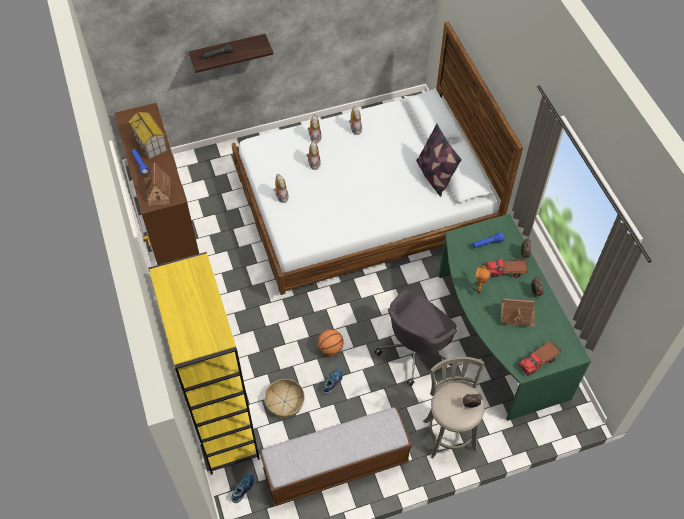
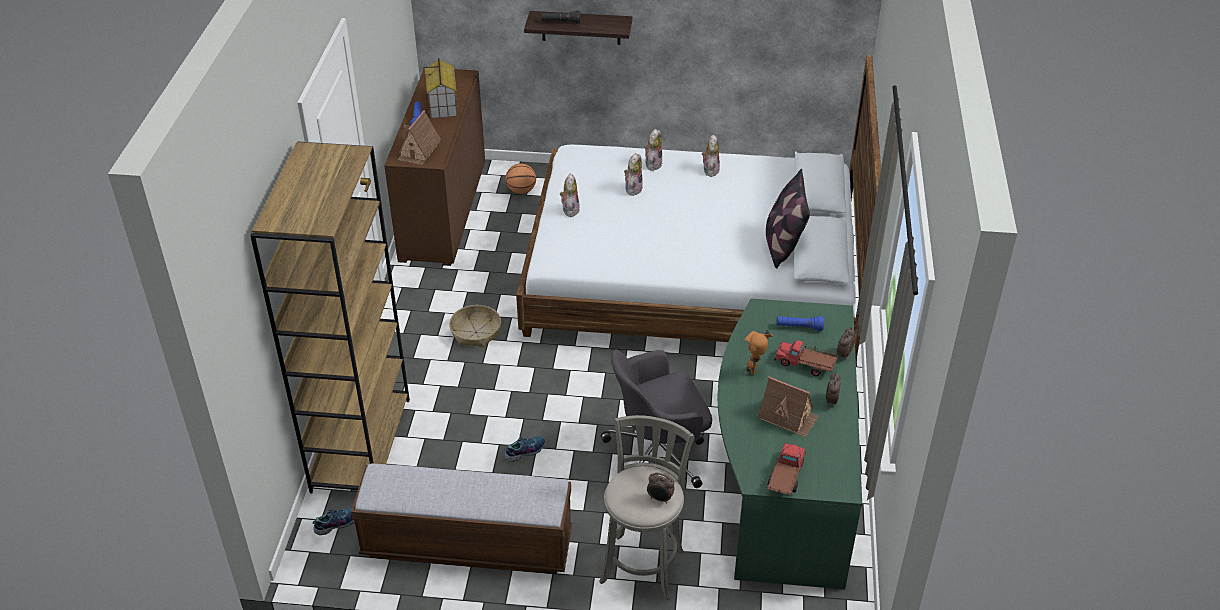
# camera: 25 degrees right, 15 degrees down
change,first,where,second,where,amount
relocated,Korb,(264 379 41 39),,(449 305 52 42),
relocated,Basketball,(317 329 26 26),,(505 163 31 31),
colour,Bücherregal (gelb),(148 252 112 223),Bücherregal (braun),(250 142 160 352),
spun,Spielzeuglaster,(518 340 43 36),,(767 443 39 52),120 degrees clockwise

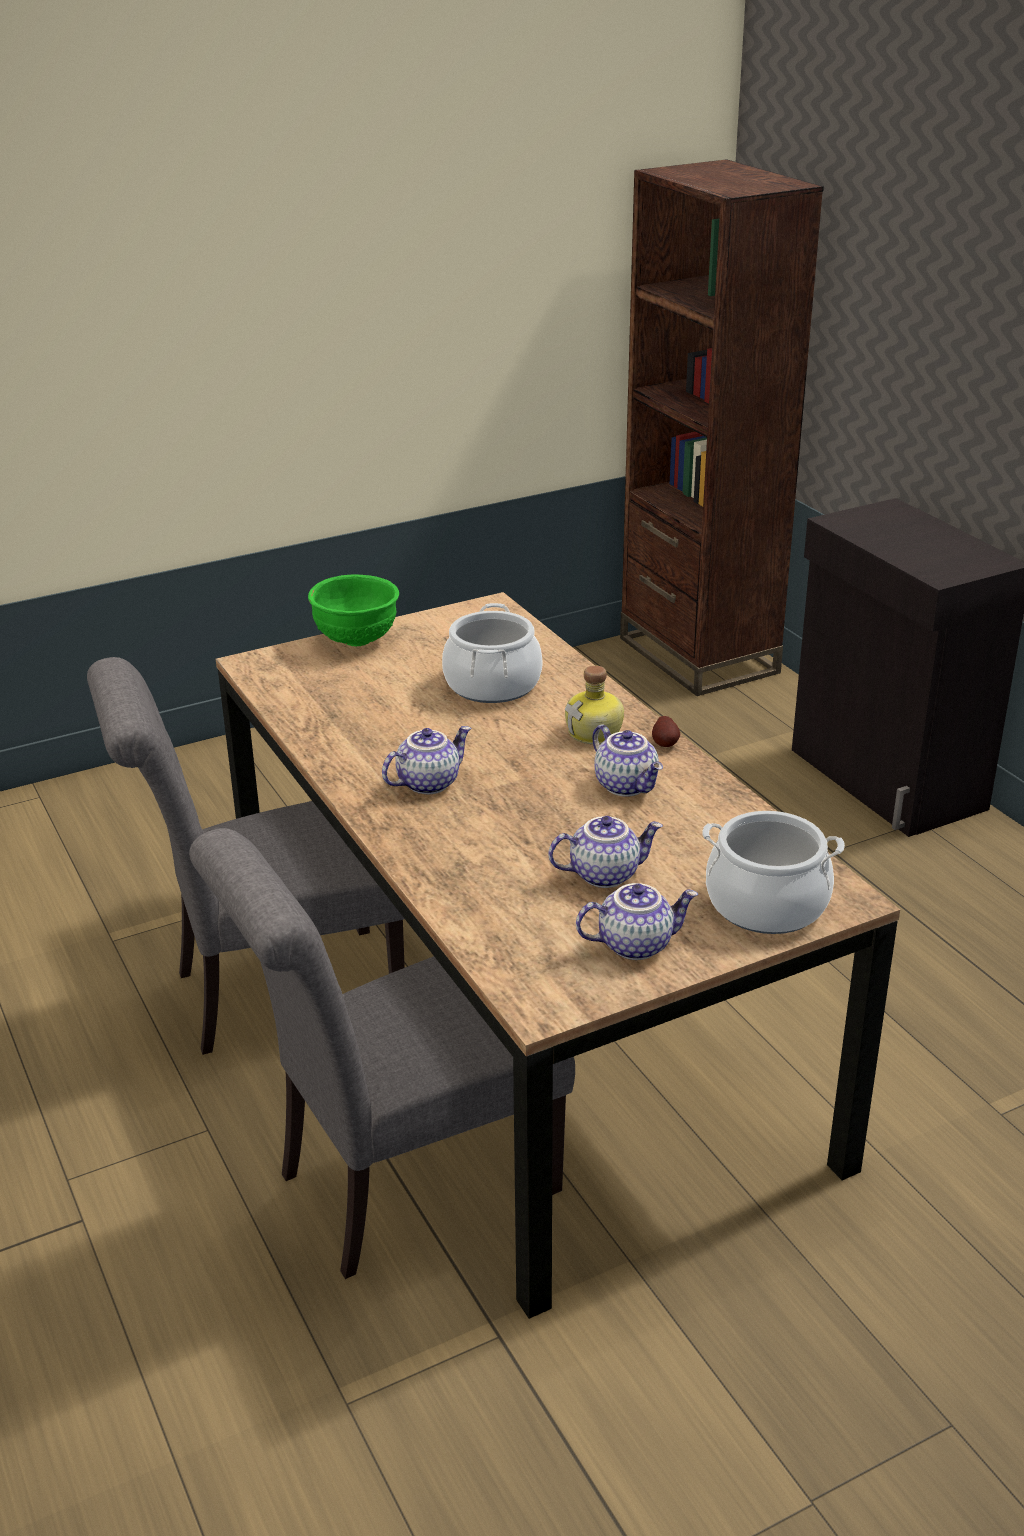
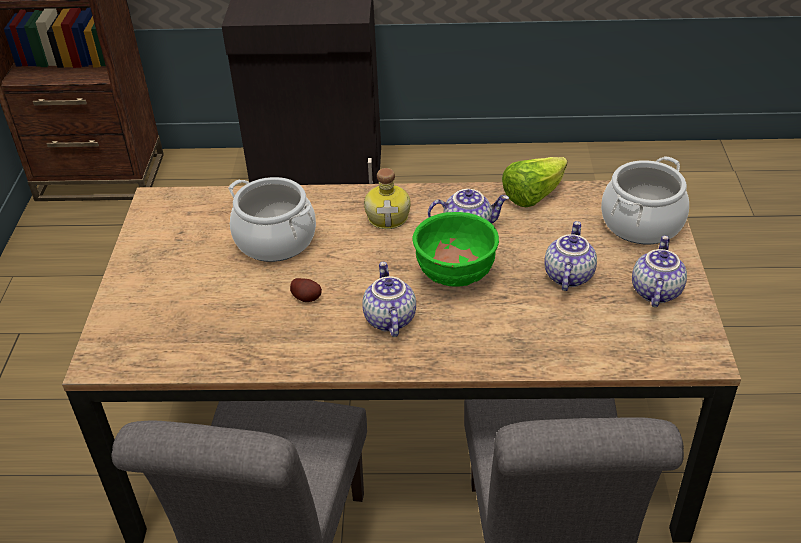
# camera: 60 degrees left, 10 degrees up
change,first,where,second,where,amount
appeared,,,Salatkopf,(502 157 66 50),
relocated,Schüssel (grün),(308 575 91 71),,(413 212 86 75),
relocated,Kartoffel,(652 716 28 31),,(290 278 32 24),

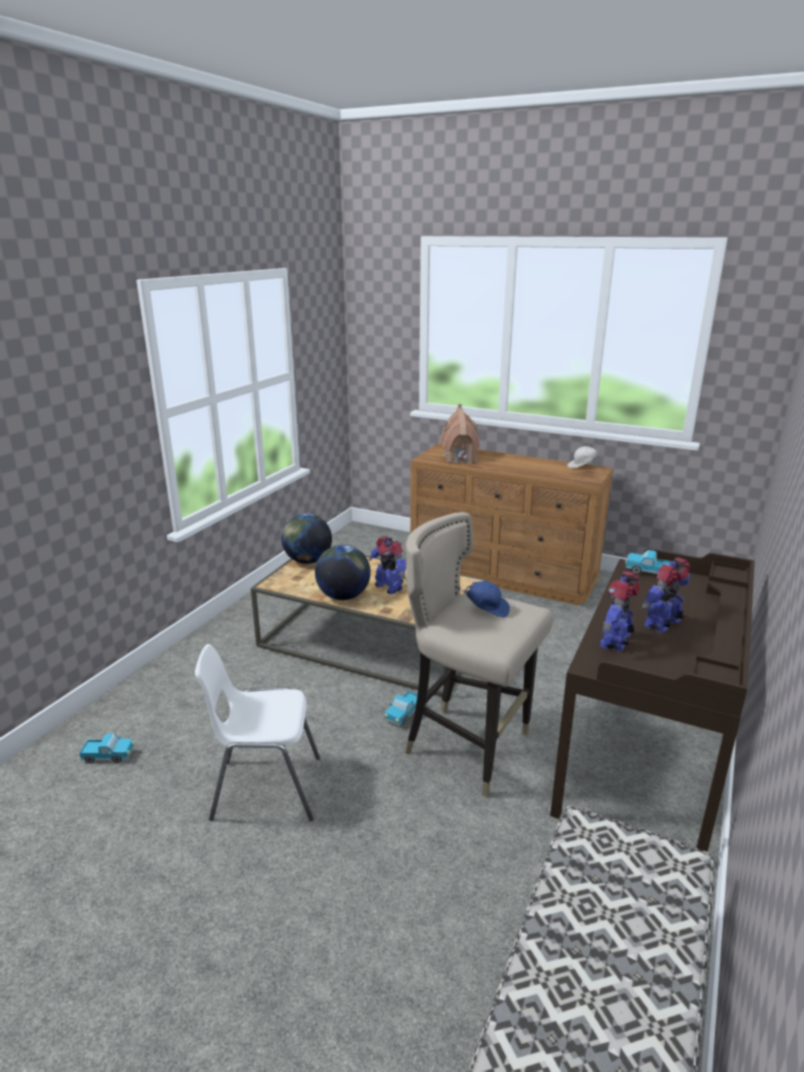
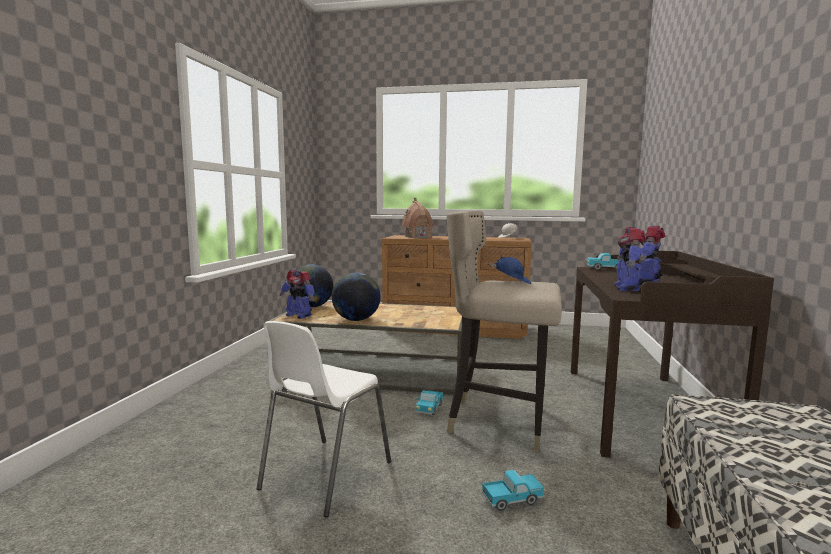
# camera: 15 degrees left, 15 degrees down
change,first,where,second,where,amount
relocated,Spielzeuglaster,(79 733 56 31),,(482 470 63 41),
relocated,Spielzeugroboter,(369 536 37 58),,(280 270 34 49),
spun,Stuhl (weiß),(195 644 125 177),,(257 321 134 196),45 degrees counterclockwise

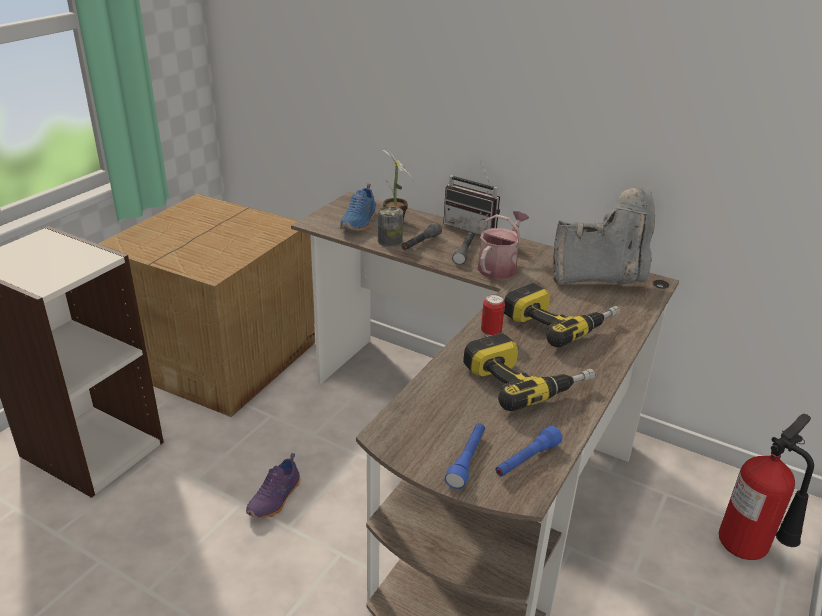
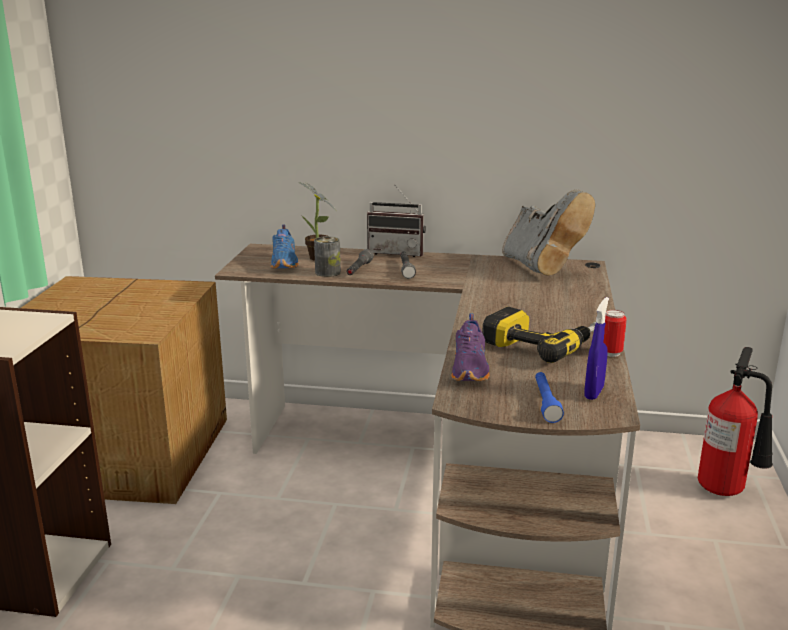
# camera: 20 degrees left, 10 degrees down
change,first,where,second,where,amount
missing,Gießkanne,(477 211 52 68),,,
missing,Bohrmaschine,(504 283 116 64),,,
relocated,Schuh (lila),(246 453 54 65),,(451 314 39 67),
relocated,Dose,(481 295 24 42),,(603 310 24 47),
exchanged,Taschenlampe (blau),(496 426 66 51),Sprühflasche (blau),(584 297 25 103),
spun,Stiefel (grau),(553 188 102 97),,(502 190 93 86),90 degrees clockwise

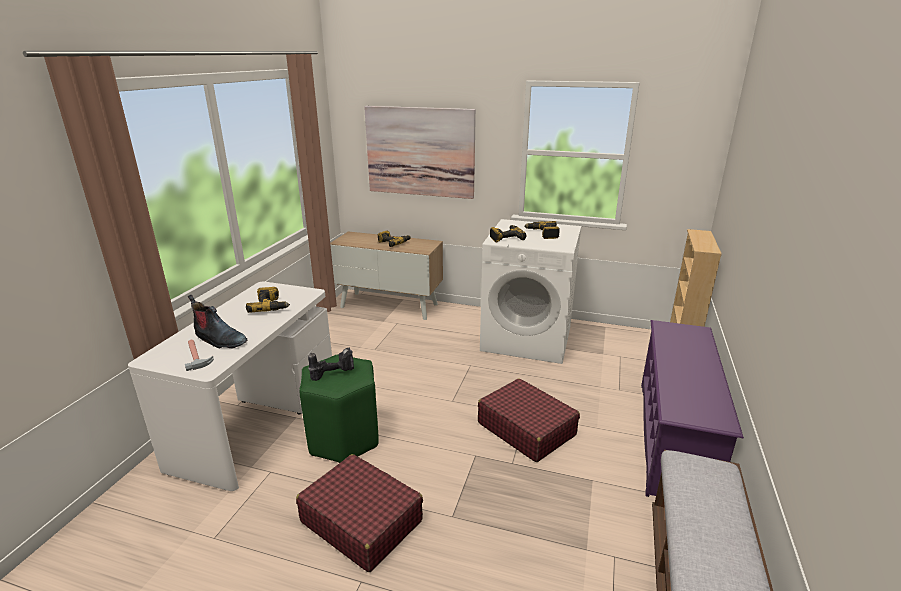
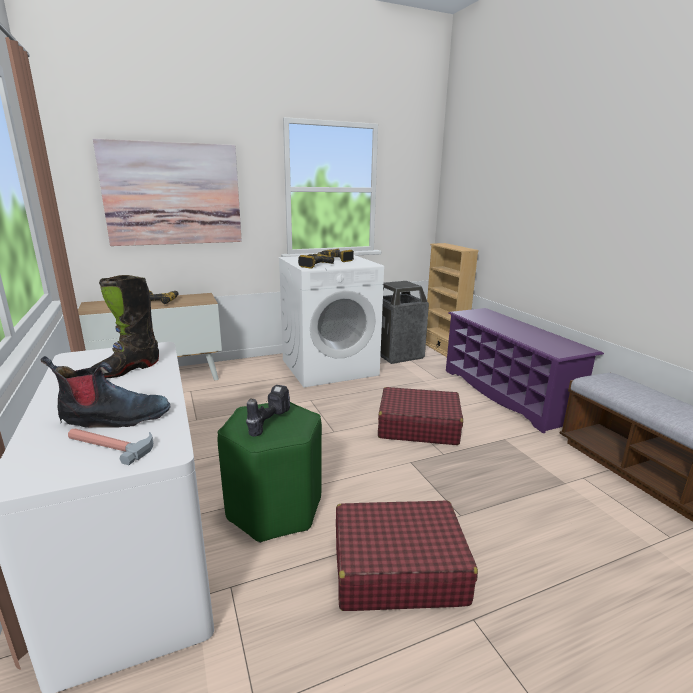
# camera: 40 degrees left, 5 degrees down
change,first,where,second,where,amount
appeared,,,Mülleimer,(380 281 49 83),
exchanged,Bohrmaschine,(246 287 44 26),Stiefel (schwarz),(91 275 68 103),

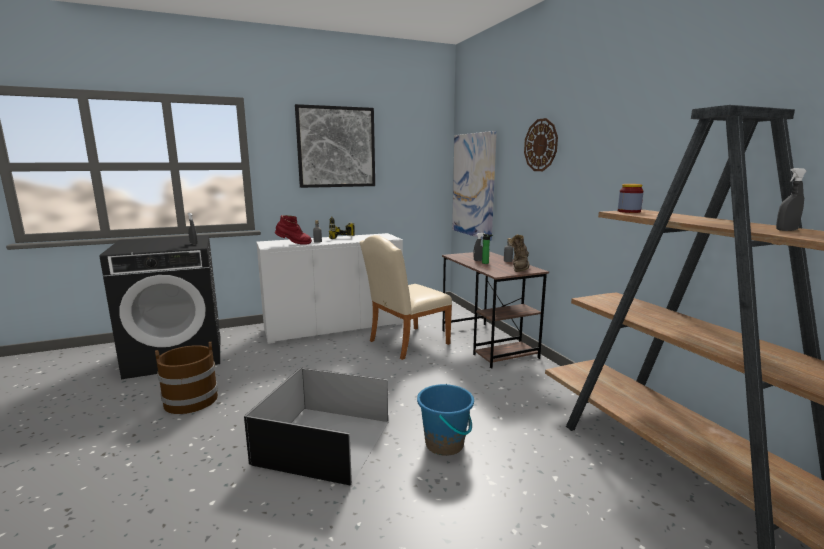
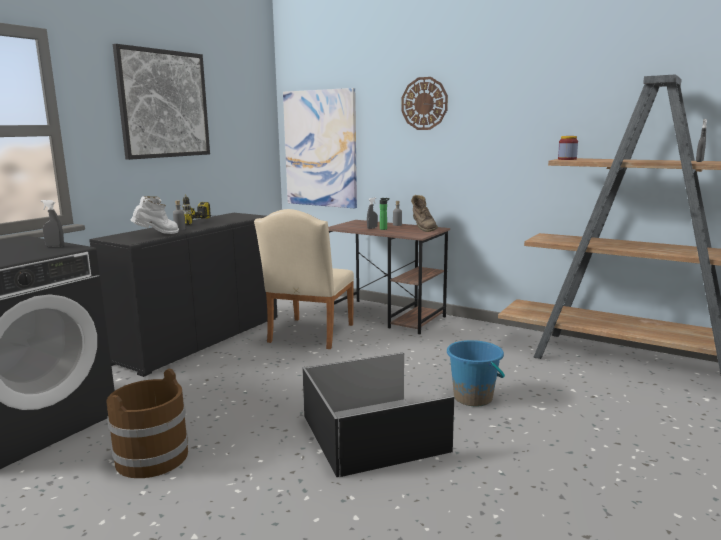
# camera: 35 degrees left, 0 degrees up
change,first,where,second,where,amount
colour,Schrank (weiß),(256 233 147 111),Schrank (schwarz),(89 213 188 164),
colour,Stiefel (rot),(275 215 37 30),Stiefel (weiß),(131 196 48 38),

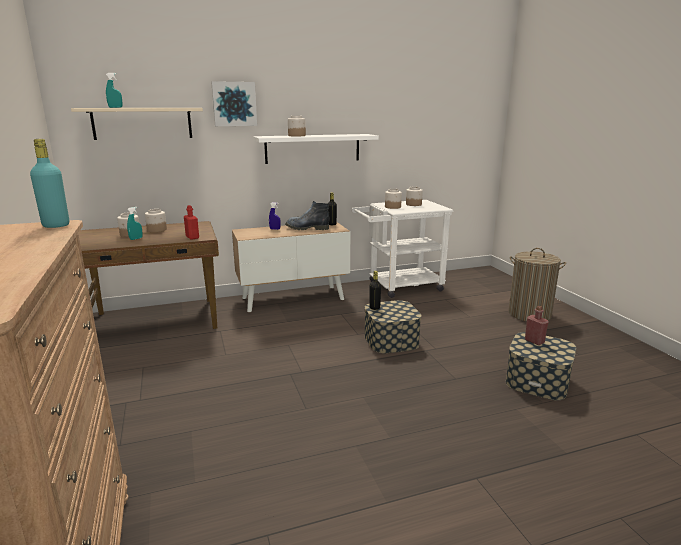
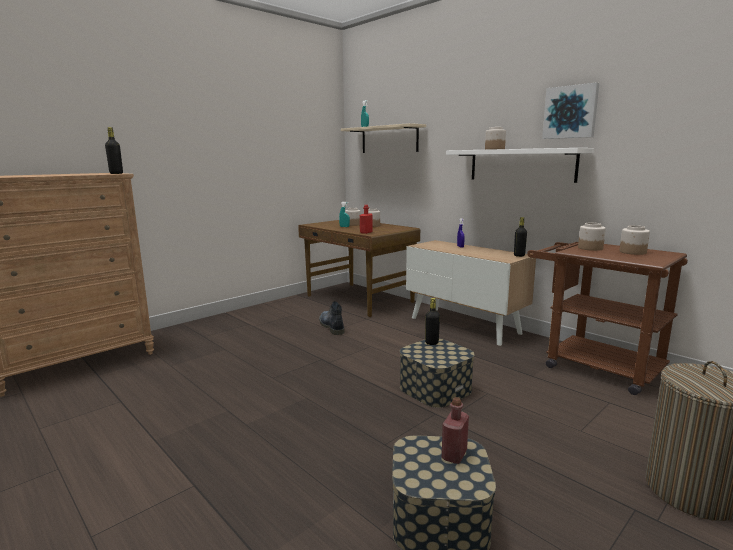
# camera: 65 degrees right, 5 degrees down
change,first,where,second,where,amount
relocated,Bild,(211 81 46 45),,(542 82 57 57),
relocated,Stiefel,(285 201 45 29),,(319 301 25 34),
colour,Flasche (türkis),(30 139 39 89),Flasche (schwarz),(105 127 18 47),
colour,Rollwagen (weiß),(352 200 102 98),Rollwagen (braun),(527 242 161 153),

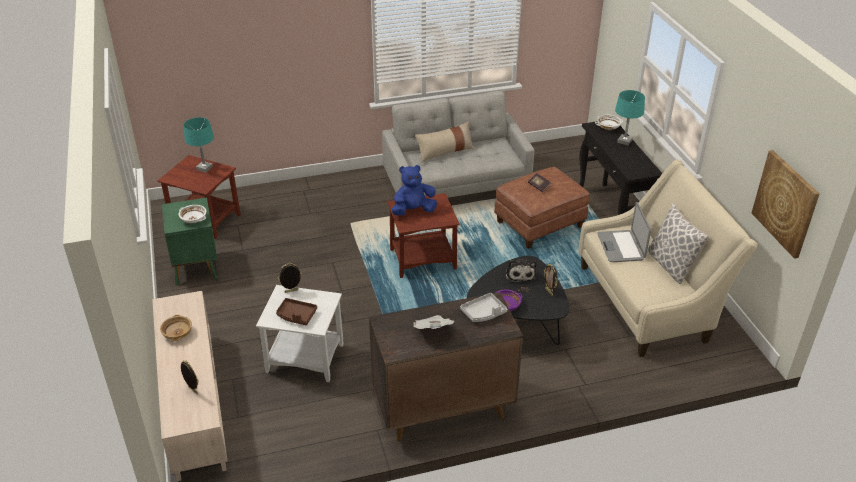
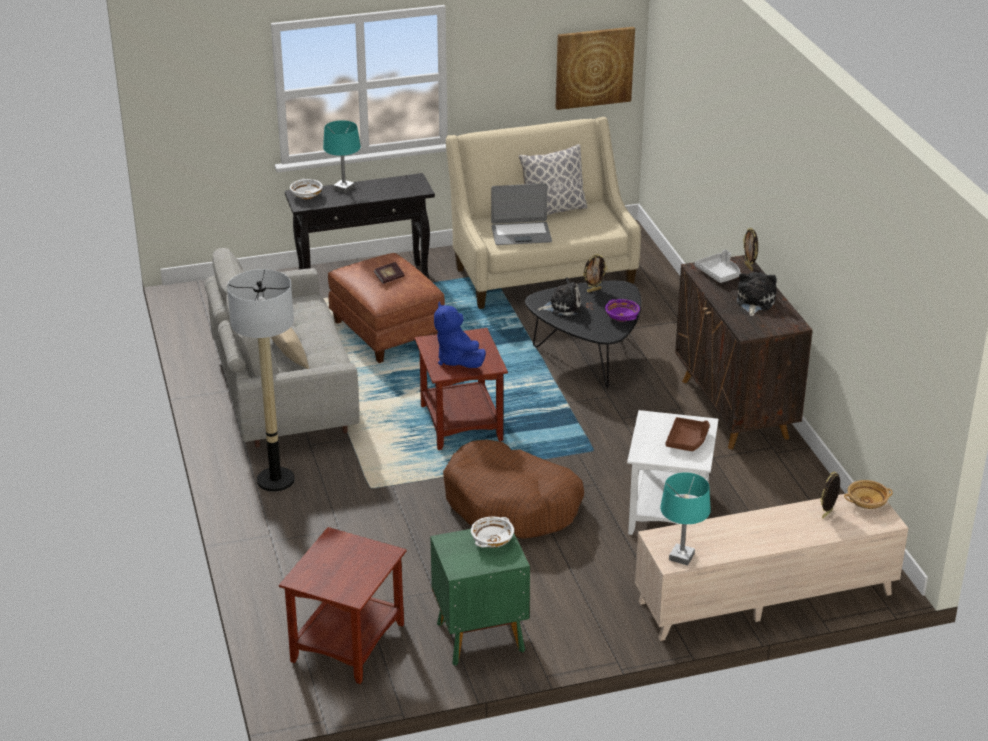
# camera: 90 degrees left, 5 degrees down
change,first,where,second,where,amount
appeared,,,Stehlampe,(227 269 68 223),
appeared,,,Hundebett (braun),(443 439 141 100),
relocated,Schüssel (beige),(160 315 32 26),,(844 480 49 29),
relocated,Tischlampe (türkis),(184 117 30 55),,(660 472 51 93),
relocated,Bilderrahmen,(278 263 24 30),,(743 228 15 43),
exchanged,Zeitung,(413 315 41 14),Plüschtier,(737 272 40 44),

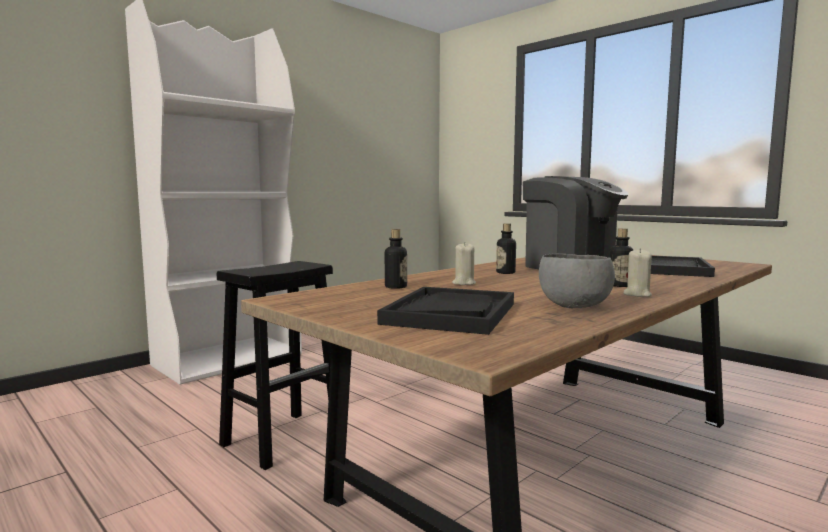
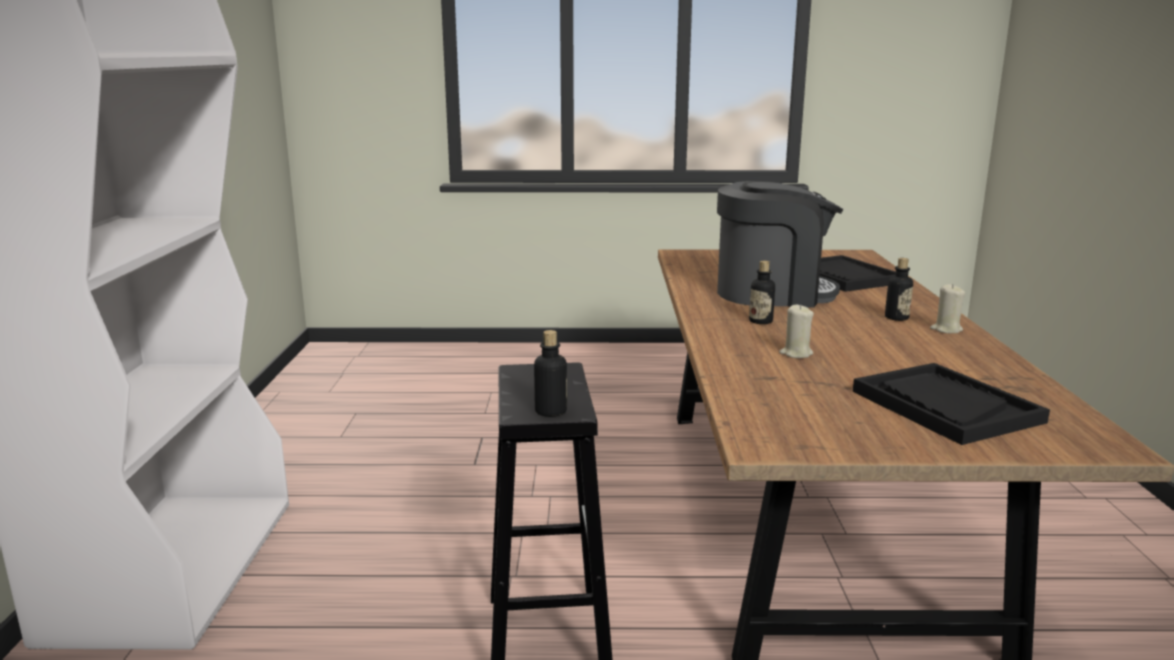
# camera: 45 degrees left, 10 degrees up
change,first,where,second,where,amount
missing,Schüssel (grau),(539 253 76 55),,,
relocated,Flasche,(385 229 22 60),,(534 330 33 87),

